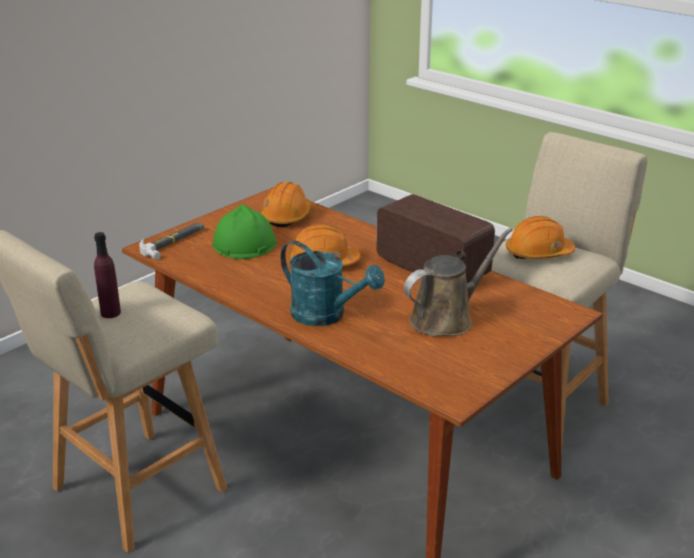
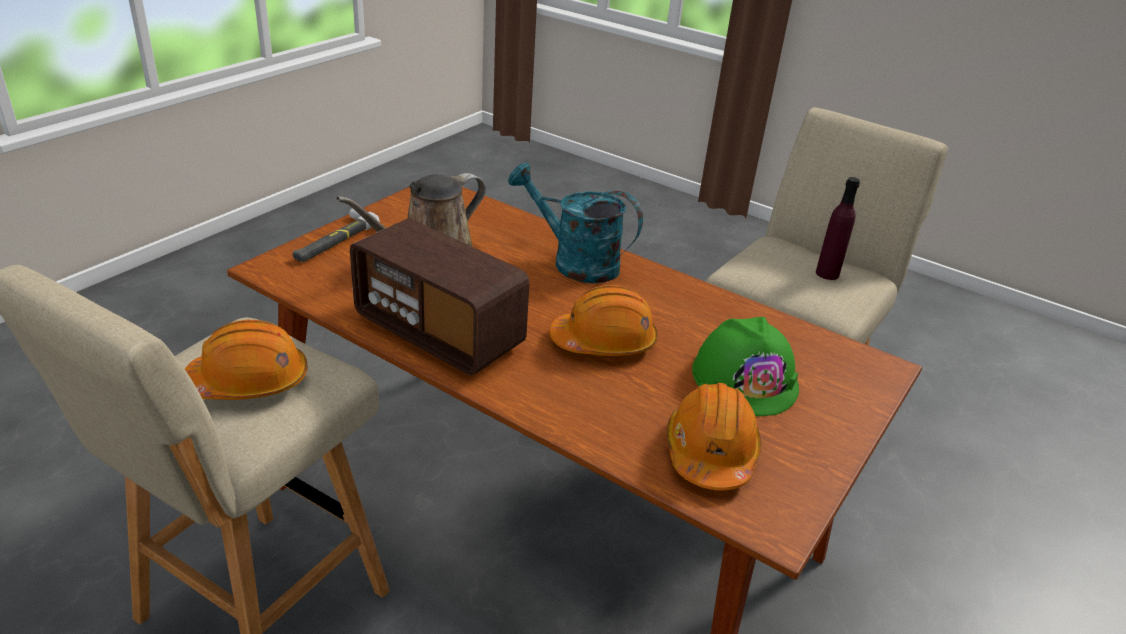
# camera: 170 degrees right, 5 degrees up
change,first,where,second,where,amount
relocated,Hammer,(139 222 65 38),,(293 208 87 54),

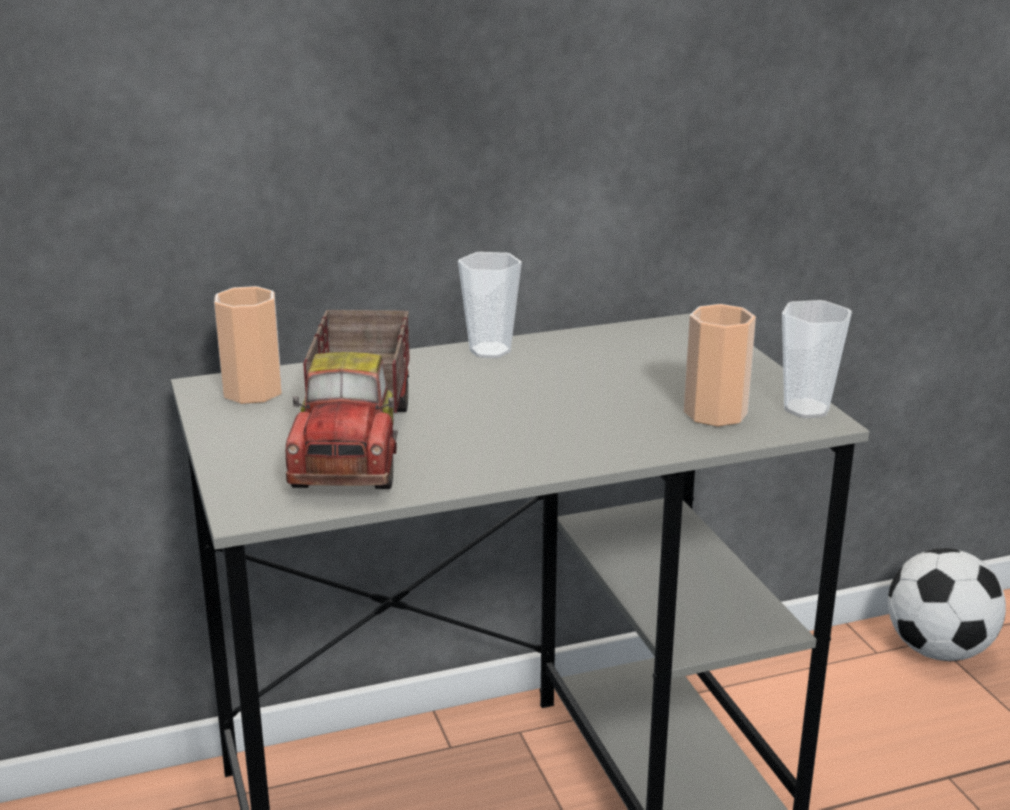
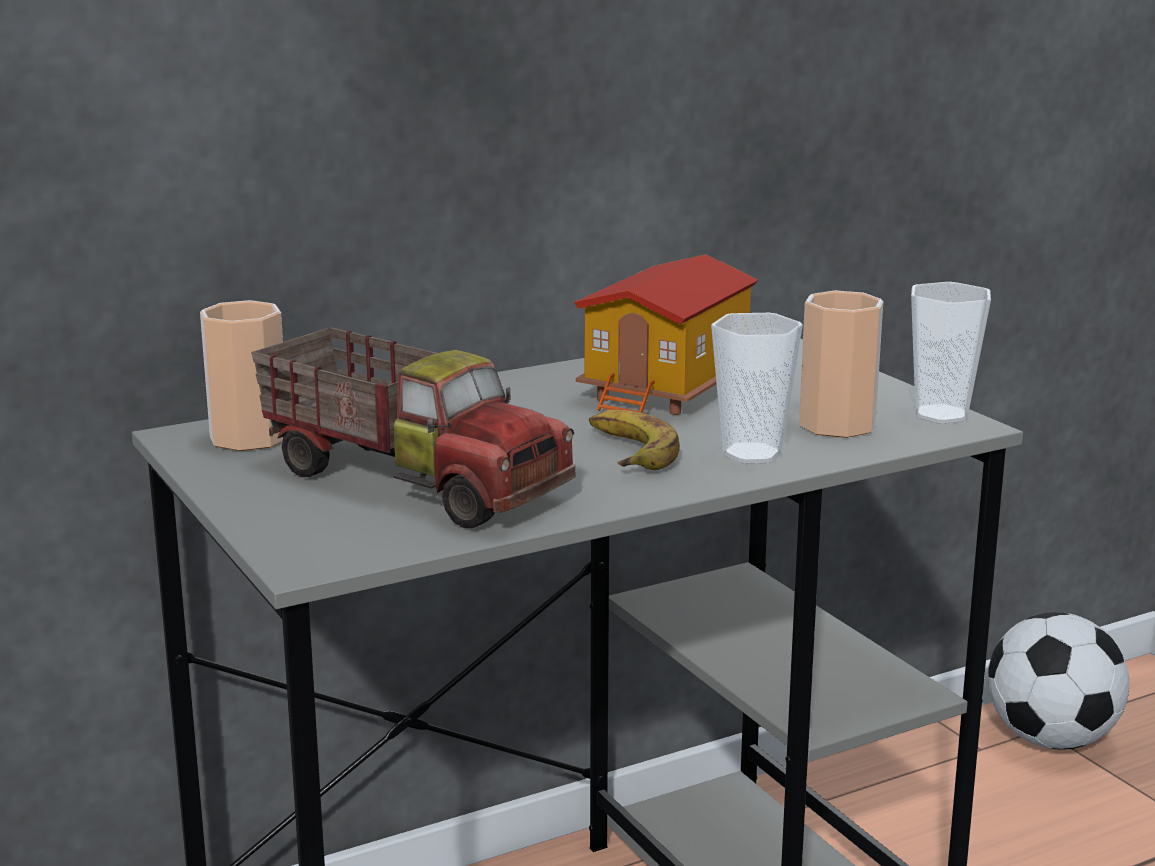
# camera: 10 degrees left, 5 degrees down
change,first,where,second,where,amount
appeared,,,Spielzeughaus,(574 254 184 161),
appeared,,,Banane,(589 410 91 60),
relocated,Tasse,(458 252 64 106),,(711 313 92 151),
spun,Spielzeuglaster,(286 310 123 179),,(251 327 325 201),45 degrees counterclockwise

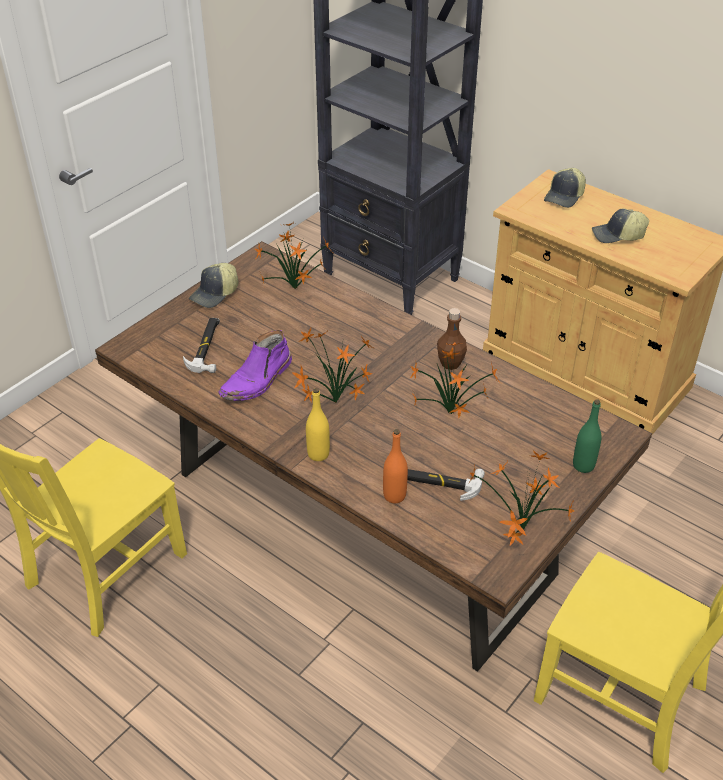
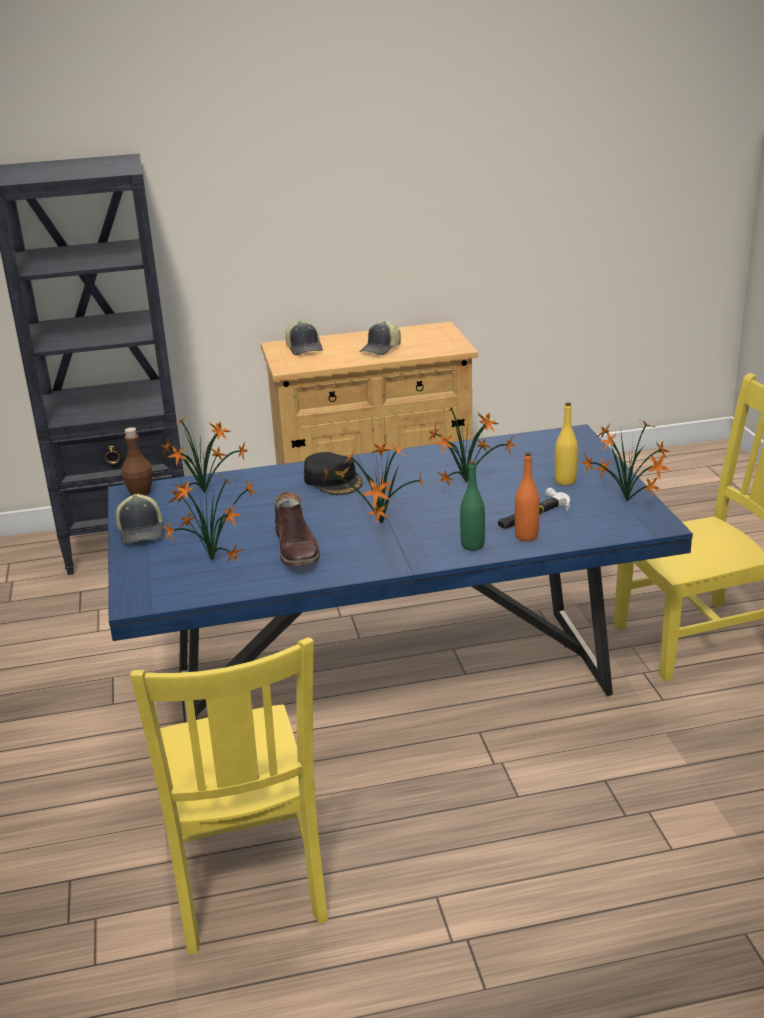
# camera: 50 degrees left, 15 degrees down
change,first,where,second,where,amount
appeared,,,Kappe (schwarz),(304 452 59 43),
relocated,Flasche (gelb),(306 388 24 73),,(555 402 23 83),
relocated,Flasche (braun),(437 308 30 62),,(121 427 32 69),
relocated,Flasche (grün),(573 399 28 74),,(460 461 25 90),
exchanged,Hammer,(183 318 37 55),Topfpflanze,(162 476 95 87),
colour,Esstisch (braun),(95 241 557 431),Esstisch (blau),(108 424 585 299),
colour,Stiefel (lila),(218 330 74 71),Stiefel (braun),(275 492 45 75),

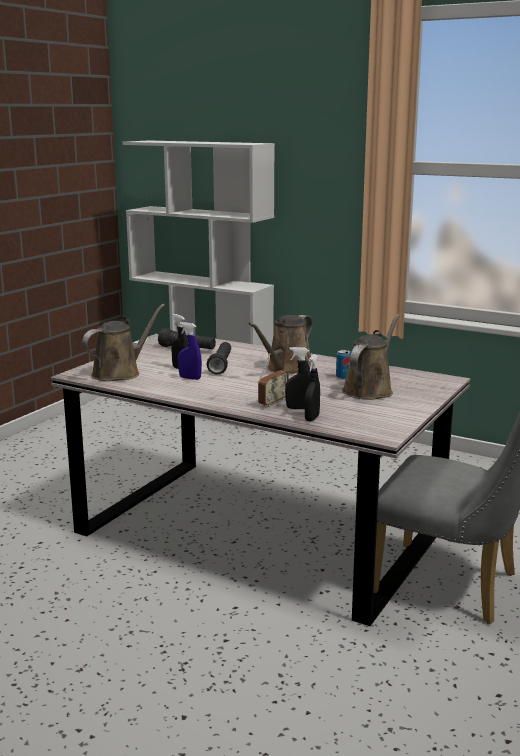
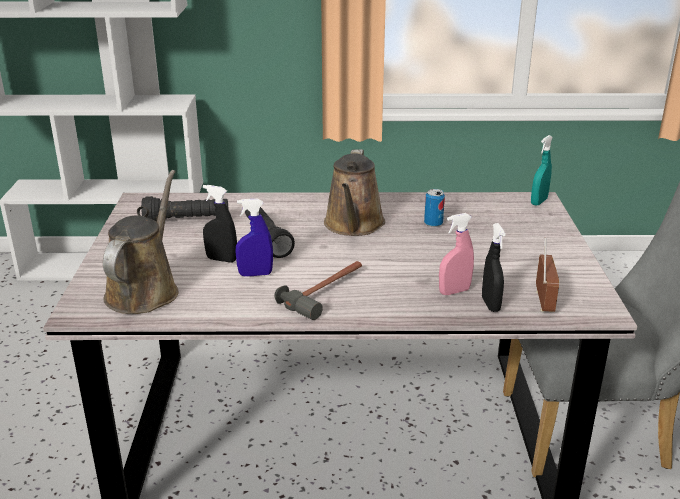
# camera: 30 degrees left, 10 degrees up
change,first,where,second,where,amount
missing,Gießkanne (braun),(342 314 58 86),,,
appeared,,,Hammer,(275 261 87 59),
appeared,,,Sprühflasche (türkis),(531 135 22 71),
relocated,Radio,(258 353 31 54),,(536 238 23 74),
colour,Sprühflasche (schwarz),(285 347 26 62),Sprühflasche (rosa),(439 213 35 82),

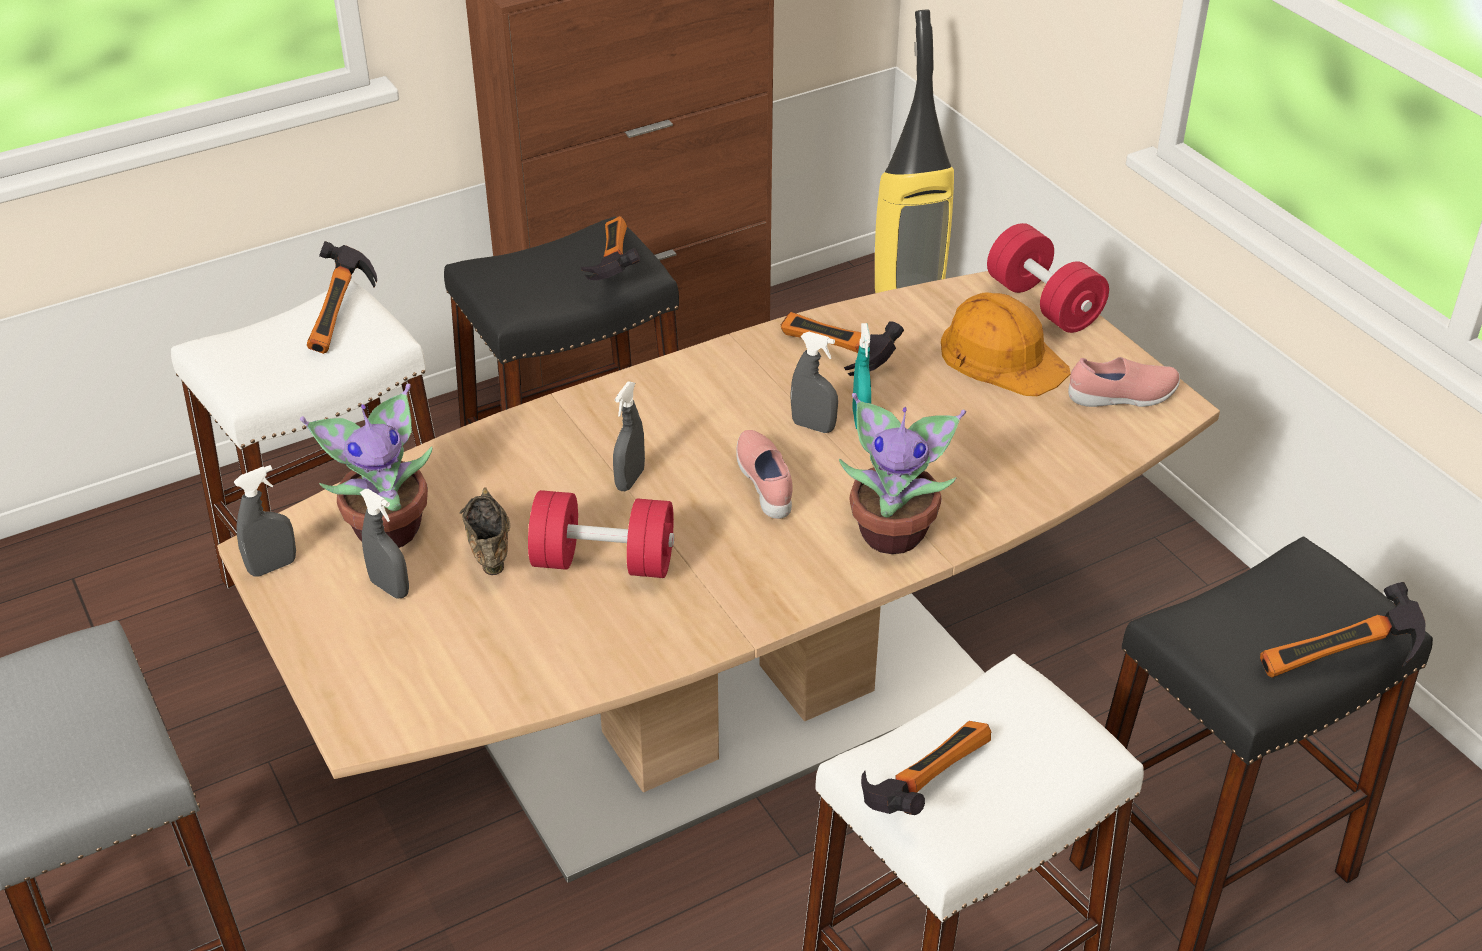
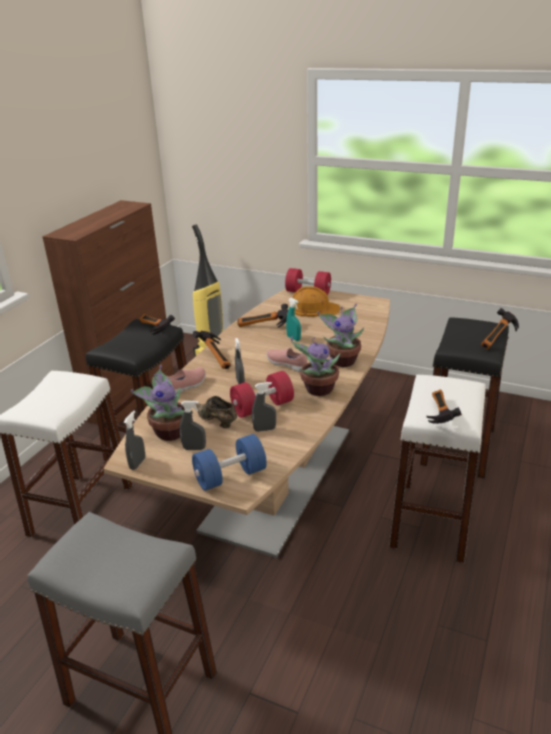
# camera: 35 degrees left, 10 degrees down
change,first,where,second,where,amount
appeared,,,Hantel (blau),(192 434 75 57),
appeared,,,Topfpflanze,(291 336 49 60),
relocated,Hammer,(307 241 70 113),,(193 331 38 38),
relocated,Sprühflasche (grau),(791 332 47 101),,(252 382 24 50),
relocated,Schuh (rosa),(1068 357 112 50),,(166 367 40 26),

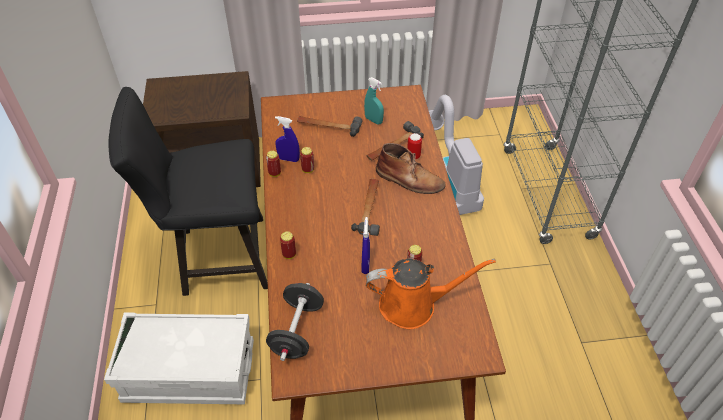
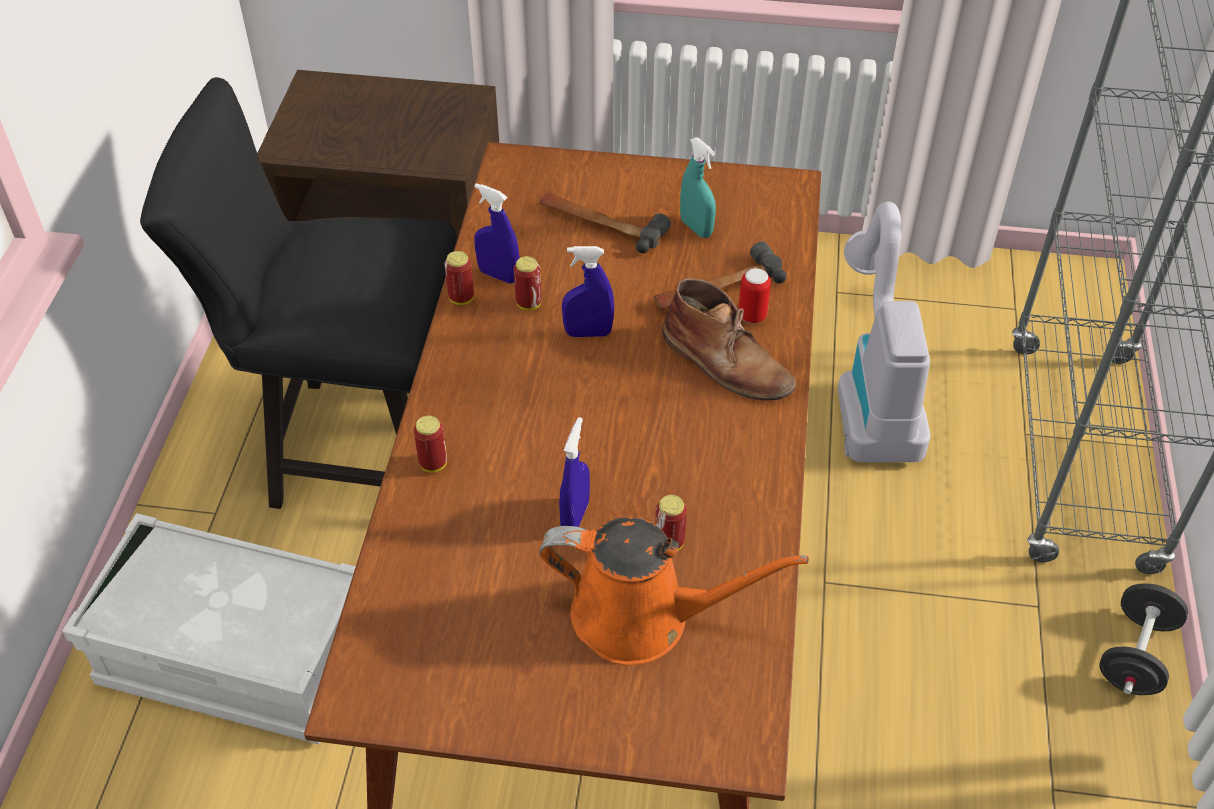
# camera: 15 degrees right, 0 degrees up
change,first,where,second,where,amount
missing,Hammer,(351 179 29 57),,,
appeared,,,Sprühflasche (blau),(562 246 52 91),
relocated,Hantel (schwarz),(266 283 58 78),,(1099 583 89 112),

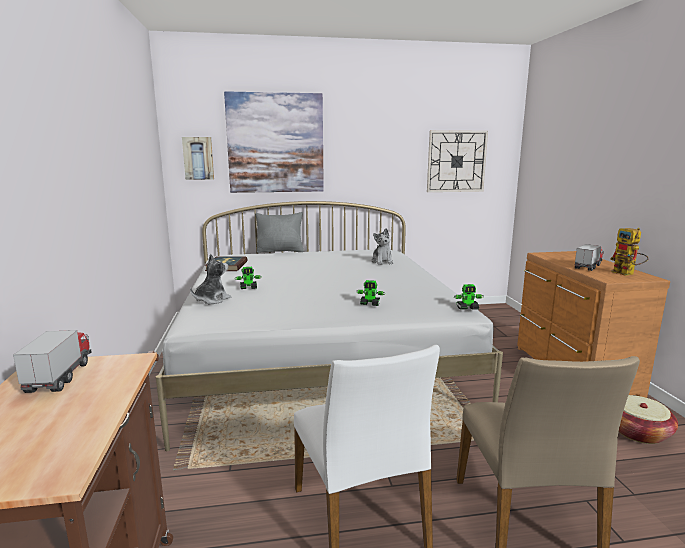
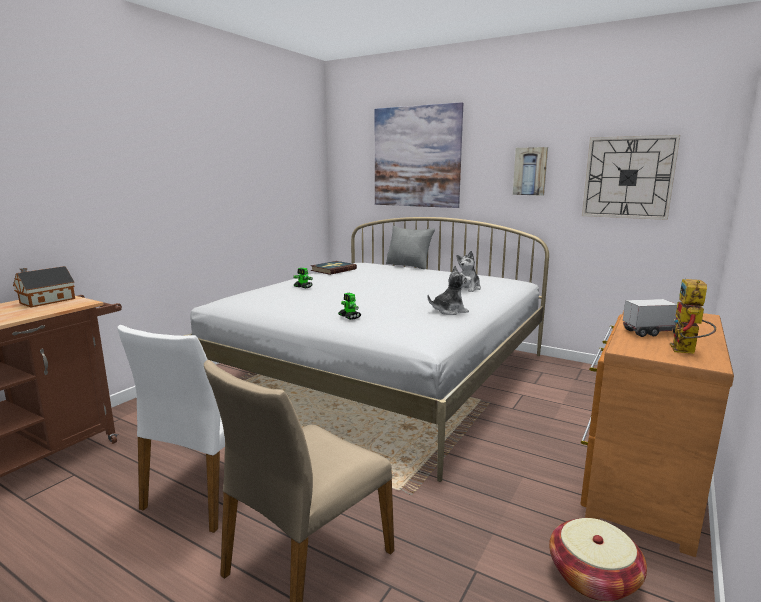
# camera: 40 degrees right, 0 degrees up
change,first,where,second,where,amount
missing,Spielzeugroboter,(454 284 29 26),,,
relocated,Bild,(182 137 32 43),,(513 147 35 49),
relocated,Plüschtier,(190 254 41 50),,(428 265 43 50),
exchanged,Spielzeuglaster,(13 330 78 63),Spielzeughaus,(13 266 62 41),

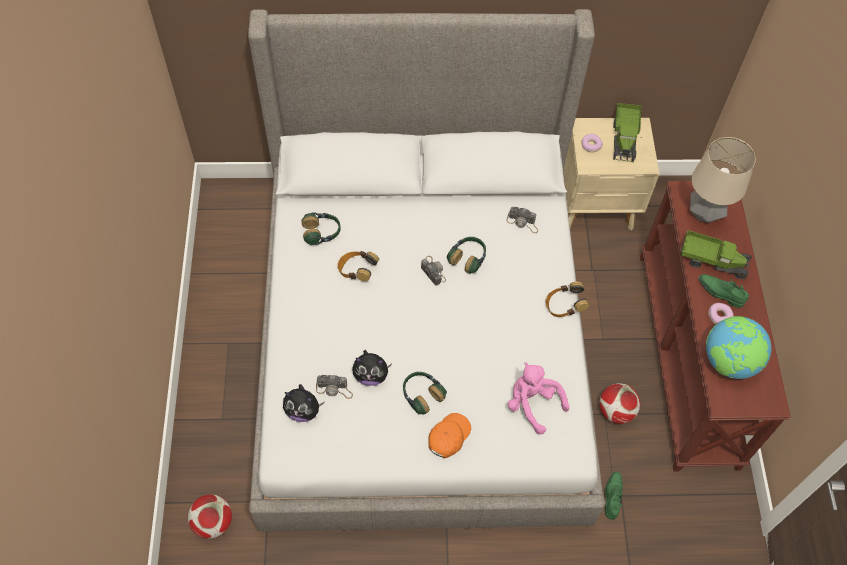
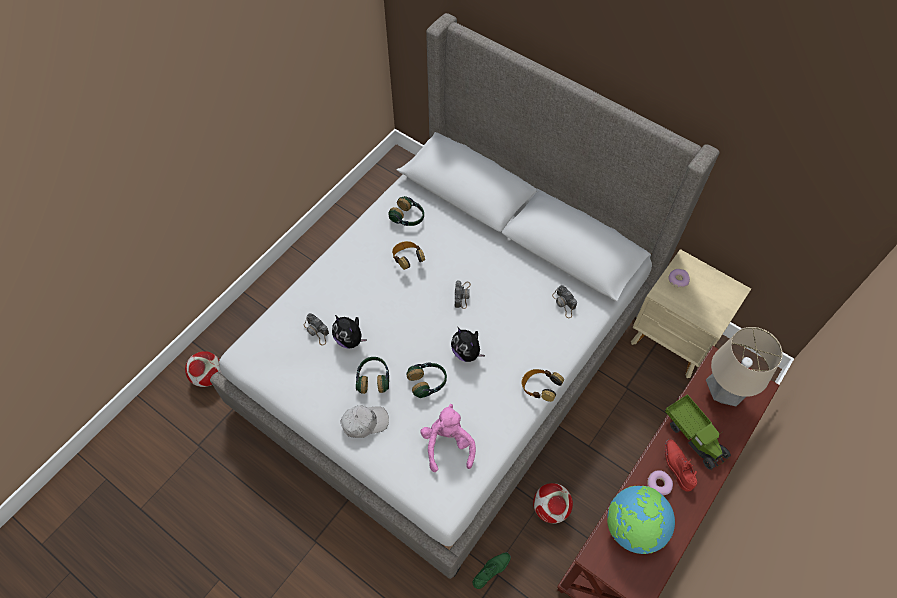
# camera: 40 degrees right, 0 degrees up
change,first,where,second,where,amount
missing,Spielzeuglaster,(613 103 29 59),,,
relocated,Plüschtier,(283 384 42 38),,(451 327 34 35),
relocated,Kopfhörer,(447 237 39 37),,(406 363 41 35),
colour,Kappe (orange),(428 413 43 45),Kappe (weiß),(341 405 48 33),
colour,Schuh (grün),(699 274 50 34),Schuh (rot),(665 439 32 53),

